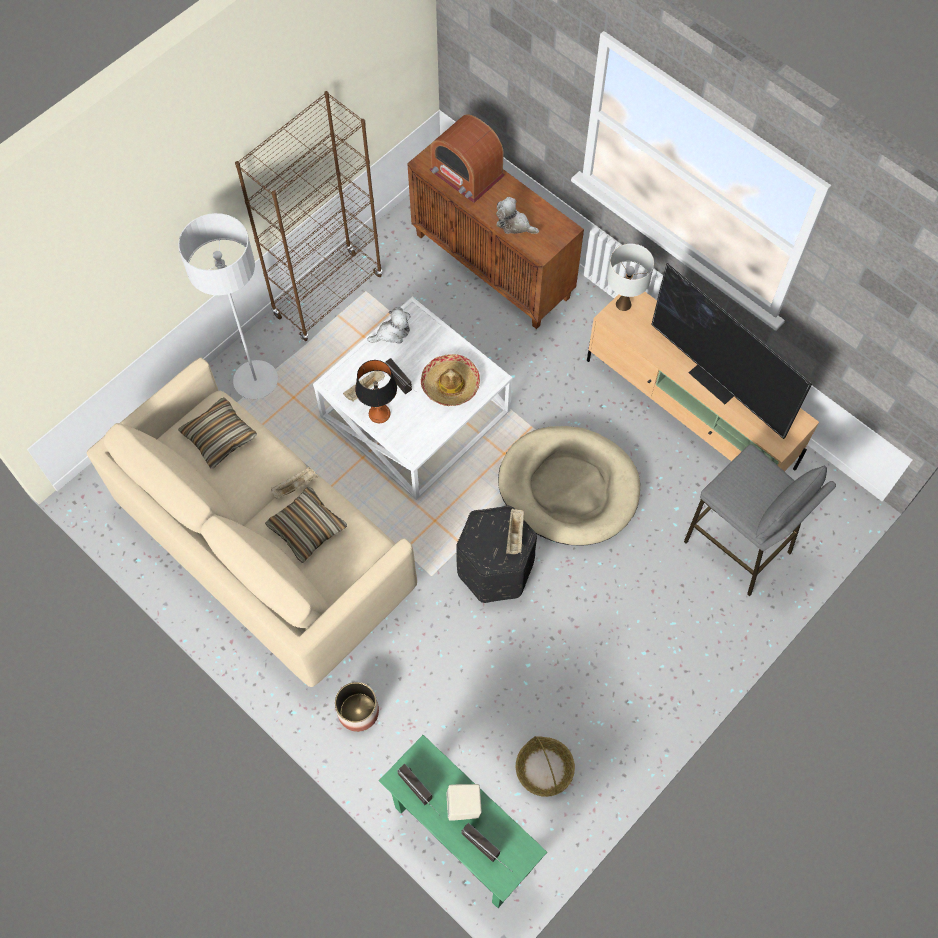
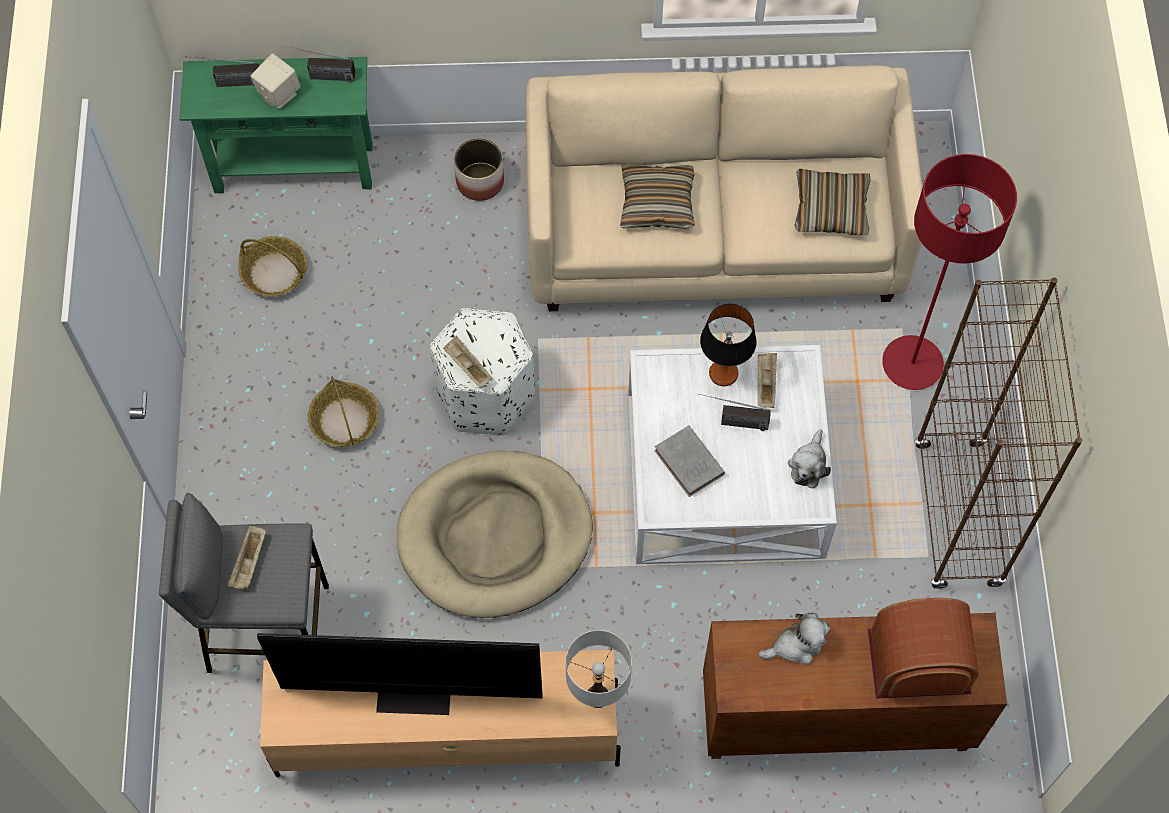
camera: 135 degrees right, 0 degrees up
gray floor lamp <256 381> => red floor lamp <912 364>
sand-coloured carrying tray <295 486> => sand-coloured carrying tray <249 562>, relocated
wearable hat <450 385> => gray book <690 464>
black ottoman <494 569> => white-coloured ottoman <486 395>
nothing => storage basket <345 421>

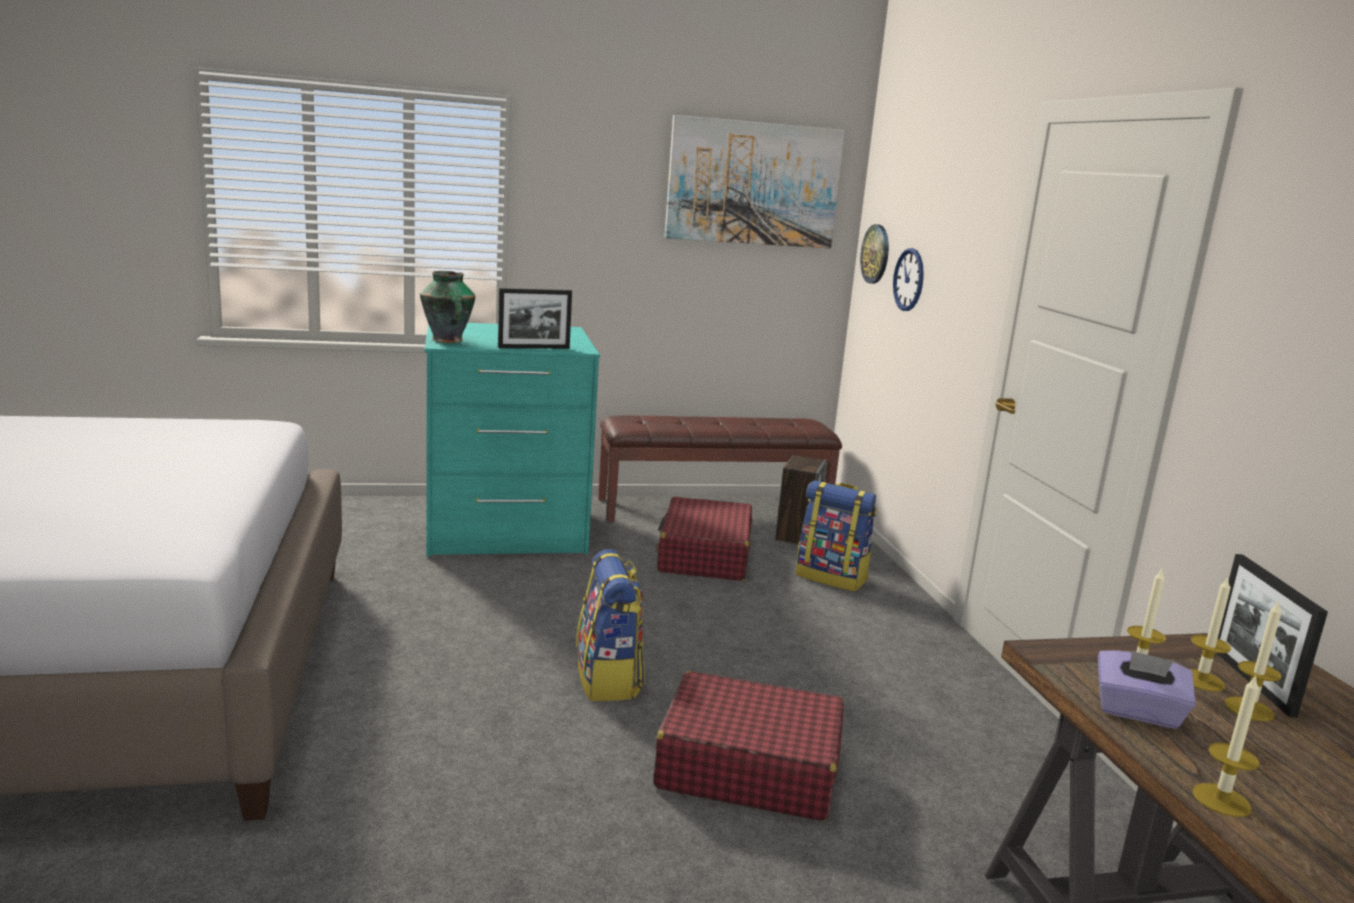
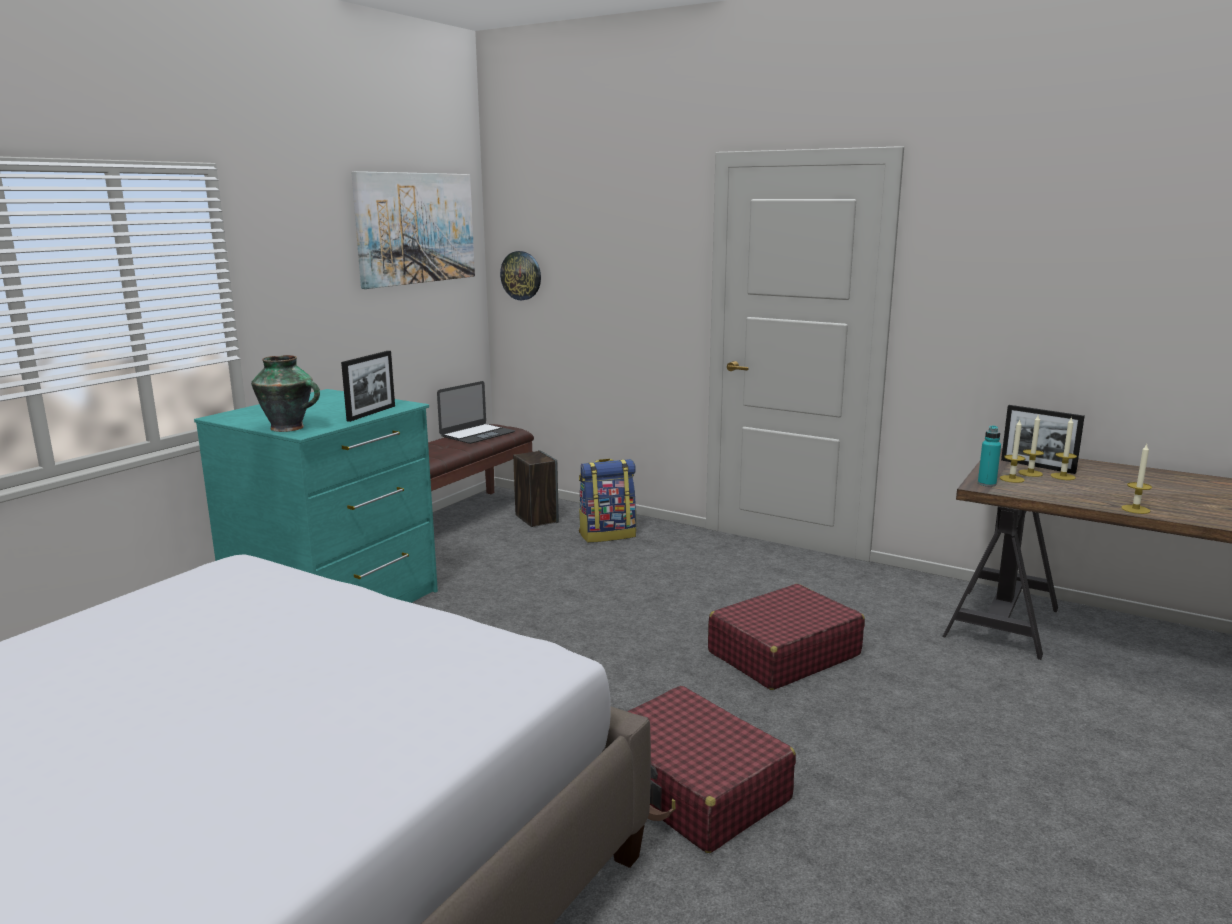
camera: 45 degrees left, 0 degrees up
rucksack <609 679> => nothing
red travel case <704 556> => red travel case <693 788>, relocated
hanging clock <909 279> => nothing
purplish tissue box <1137 712> => nothing
nothing => laptop <477 434>
nothing => turquoise-coloured beverage bottle <986 484>

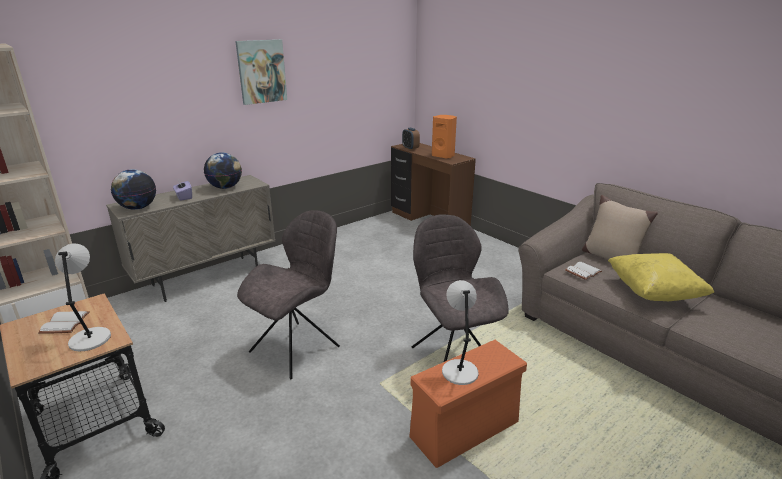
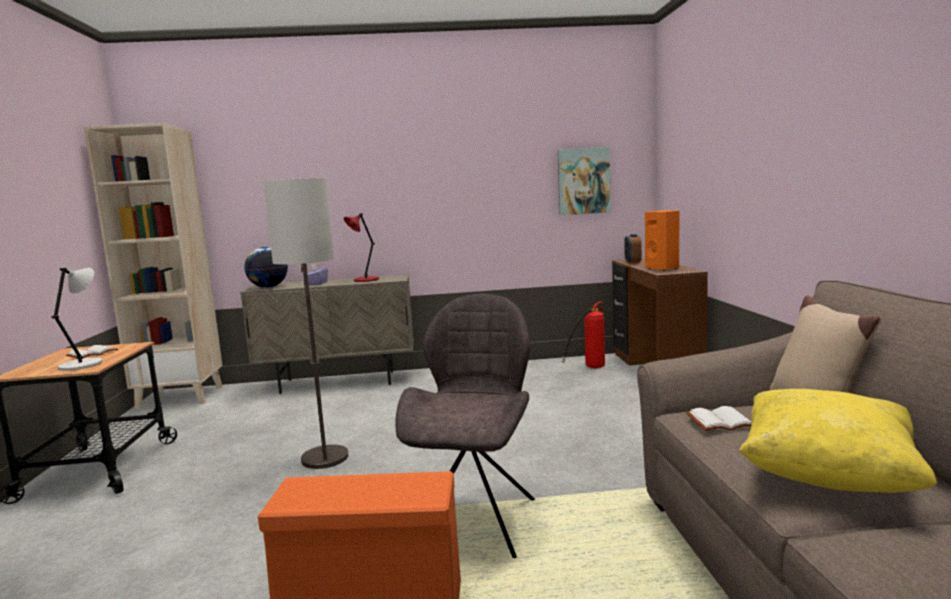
camera: 35 degrees right, 15 degrees down
globe <225 187> => red tabletop lamp <365 280>
picture <261 71> => picture <583 181>, relocated
gray plain chair <297 348> => floor lamp <325 458>
gray tabletop lamp <459 371> => nothing
nothing => extinguisher <588 368>

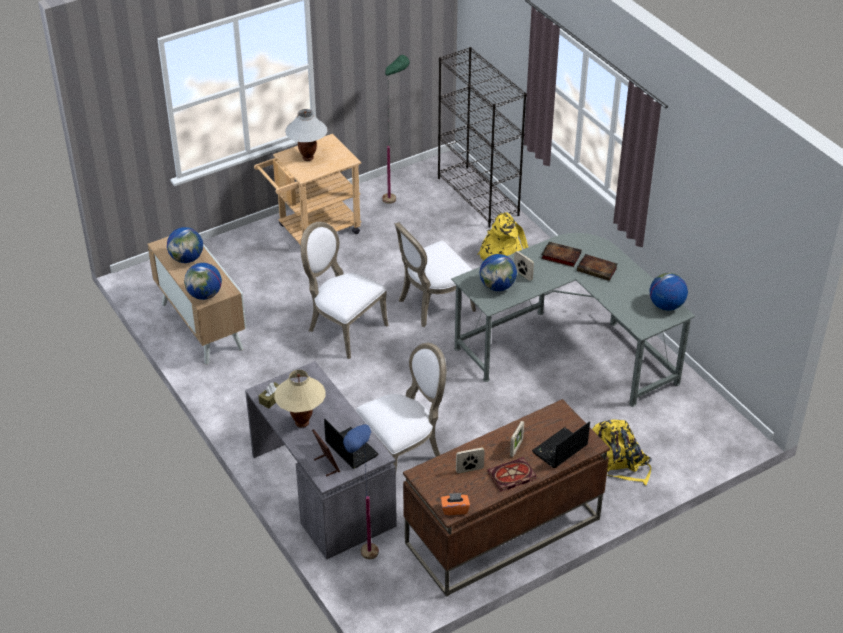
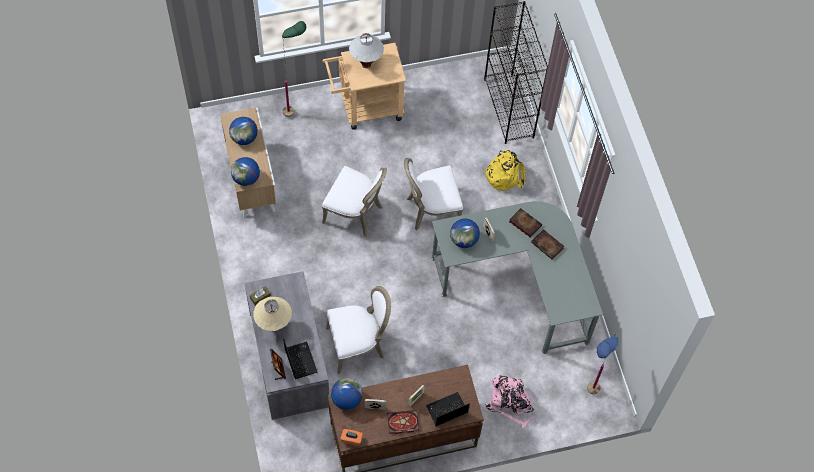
camera: 15 degrees right, 20 degrees up
white-coloured plain chair <343 328> => white-coloured plain chair <355 213>, 150 degrees clockwise
bluish floor lamp <365 567> => bluish floor lamp <587 398>, relocated
greenish floor lamp <396 196> => greenish floor lamp <297 108>, relocated
yellow-coloured rucksack <617 464> => pink-coloured rucksack <510 402>
globe <666 305> => globe <346 399>, relocated

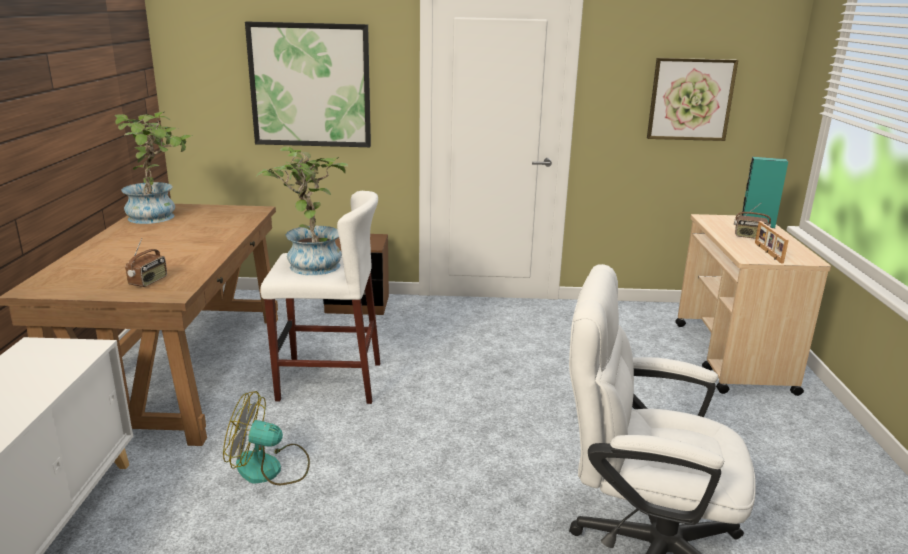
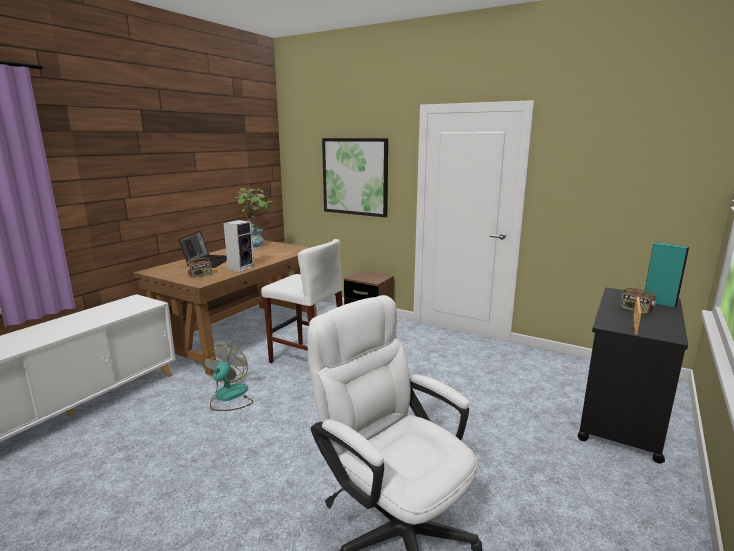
camera: 30 degrees right, 5 degrees down
fan <270 469> => fan <229 397>, 60 degrees clockwise
houseplant <310 263> => nothing
picture <690 99> => nothing
sand-coloured wheeled cart <732 357> => black wheeled cart <621 416>
nothing => laptop <208 261>
nothing => audio speaker <241 268>

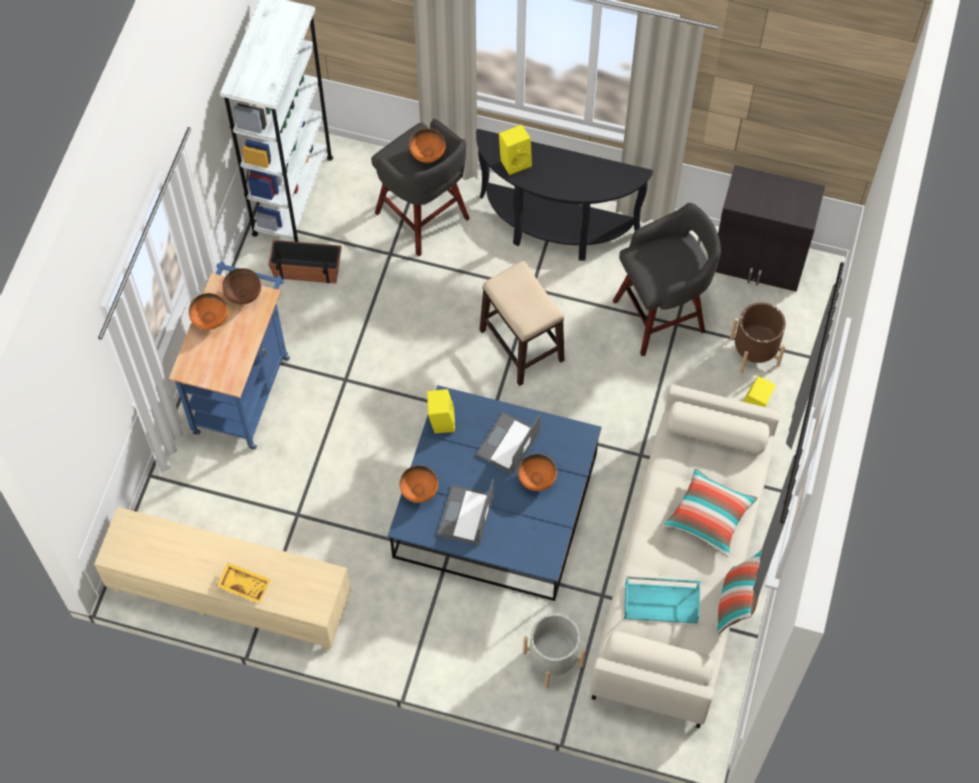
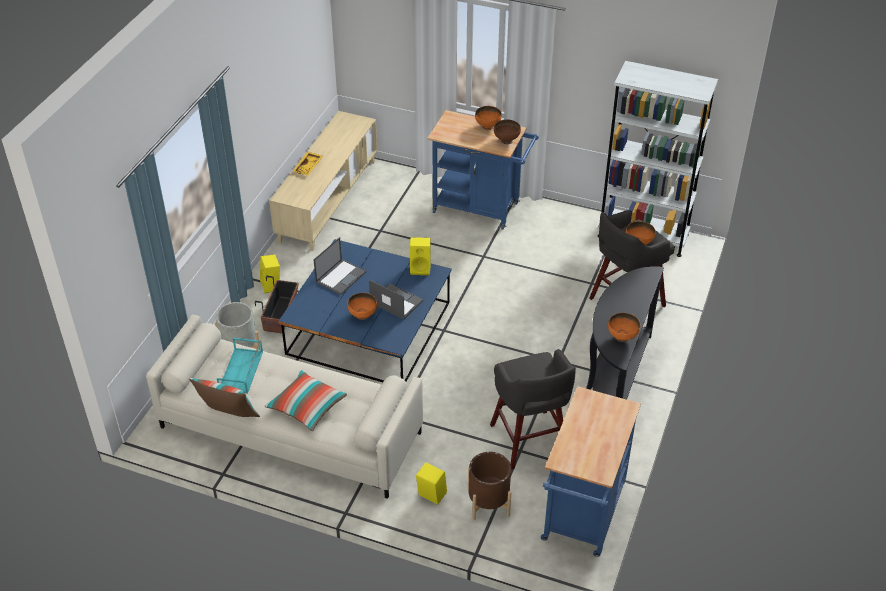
camera: 95 degrees right, 20 degrees down
planter <307 269> => planter <281 315>, relocated
orange serving bowl <419 492> => orange serving bowl <622 337>, relocated
laptop <465 516> => laptop <341 276>, 105 degrees clockwise
stool <522 346> => nothing
yellow-coloured audio speaker <515 161> => yellow-coloured audio speaker <272 286>, relocated
black cabinet <758 263> => bluish wheeled cart <582 517>

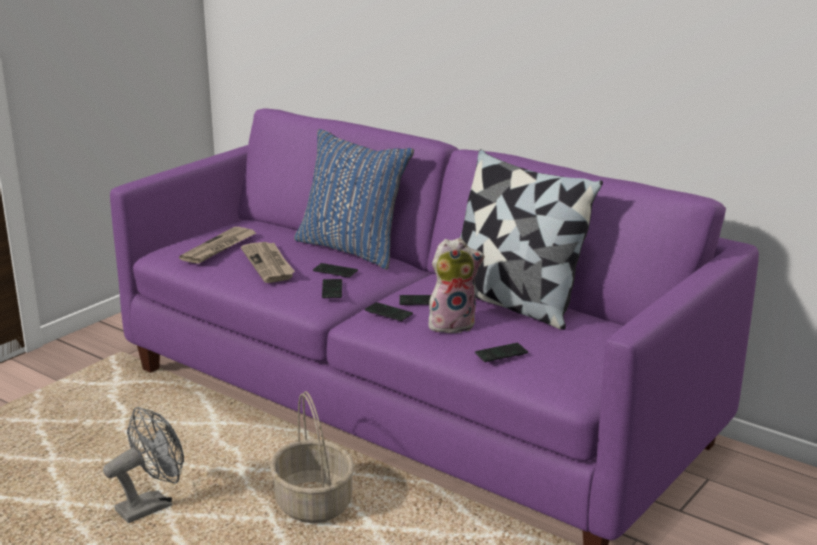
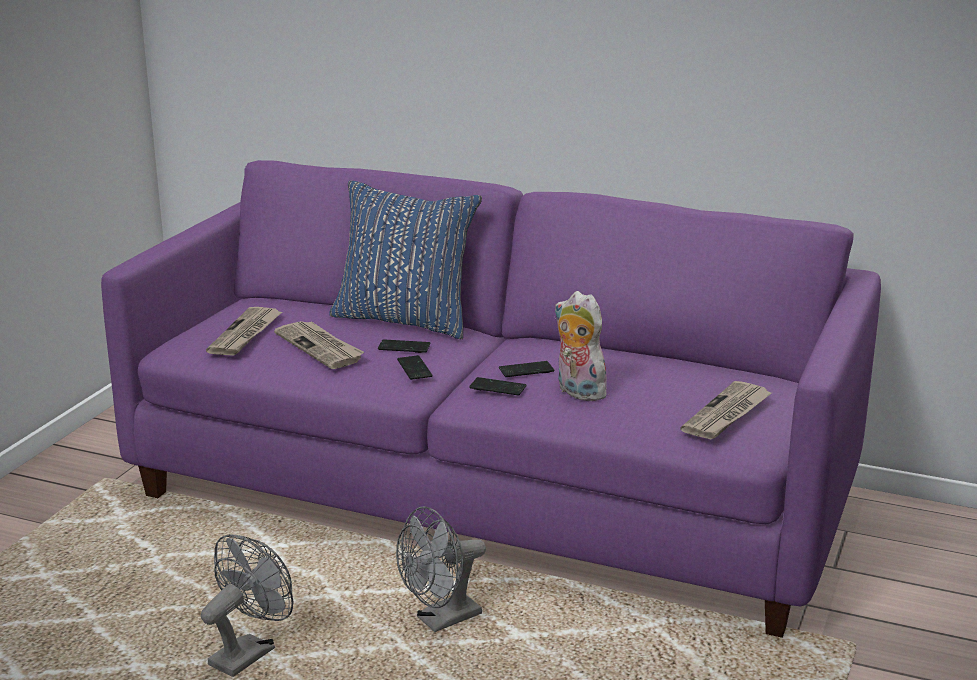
camera: 15 degrees left, 0 degrees up
storage basket <314 504> => gray fan <441 621>
soft toy <452 324> => soft toy <577 392>, 105 degrees counterclockwise
pillow <512 303> => nothing
phone <501 354> => nothing
nothing => newspaper <727 414>

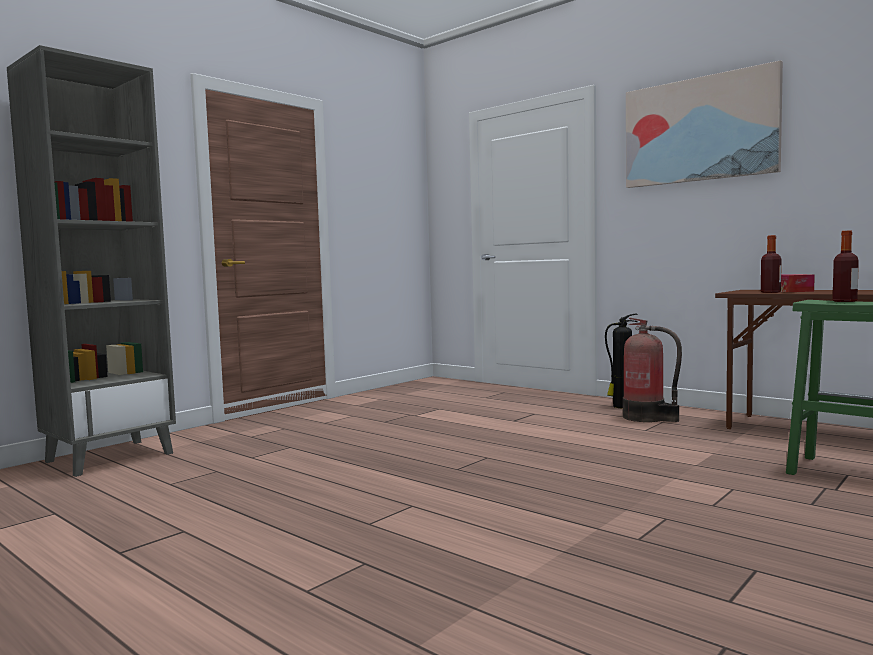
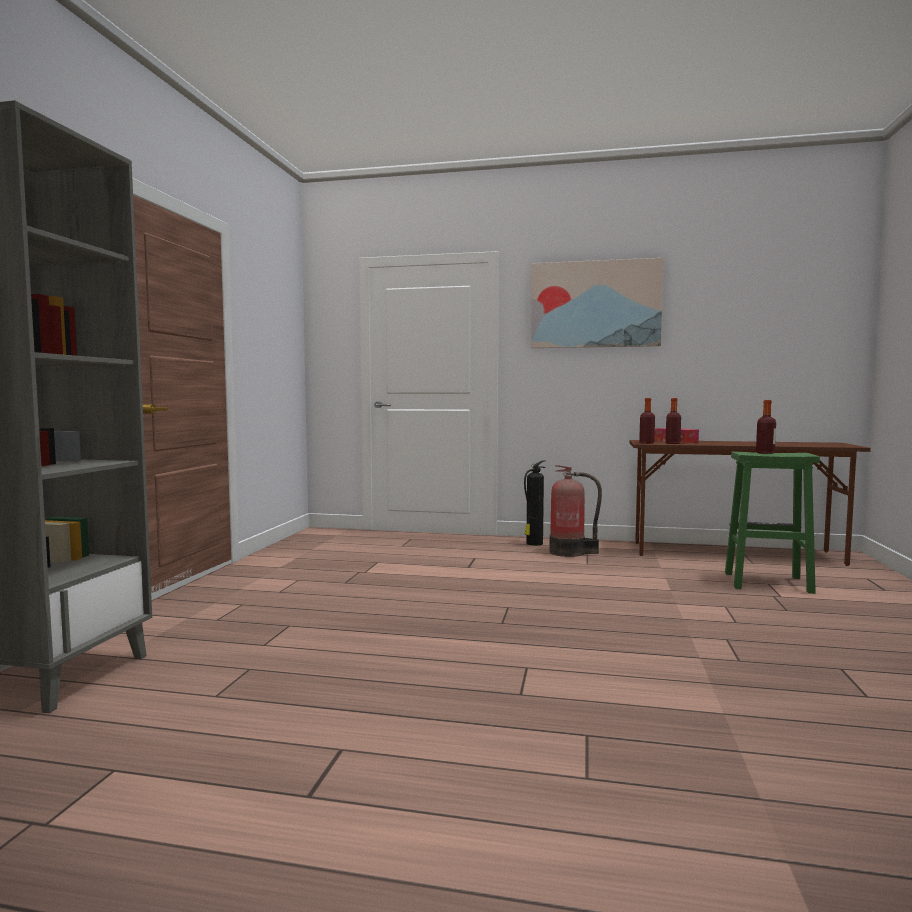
camera: 30 degrees left, 0 degrees up
nothing => beverage bottle <646 443>

